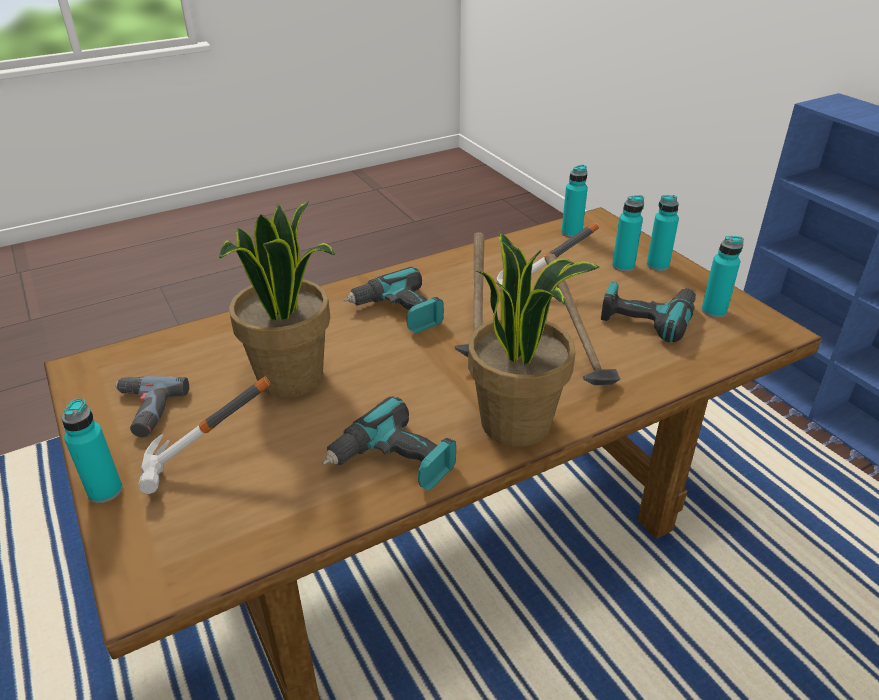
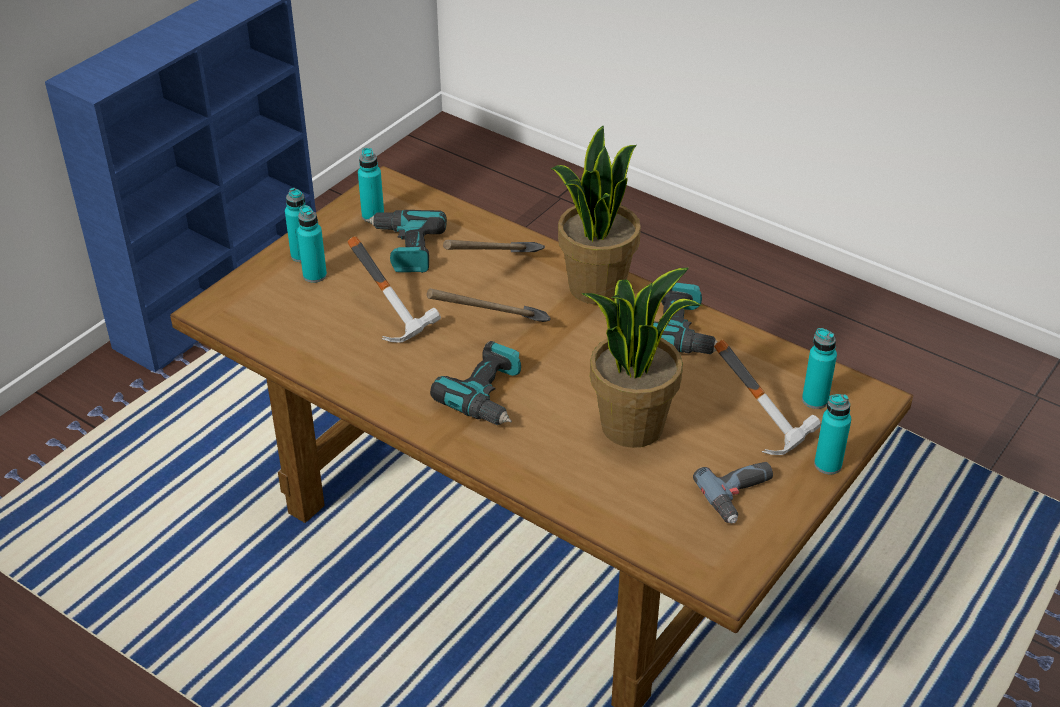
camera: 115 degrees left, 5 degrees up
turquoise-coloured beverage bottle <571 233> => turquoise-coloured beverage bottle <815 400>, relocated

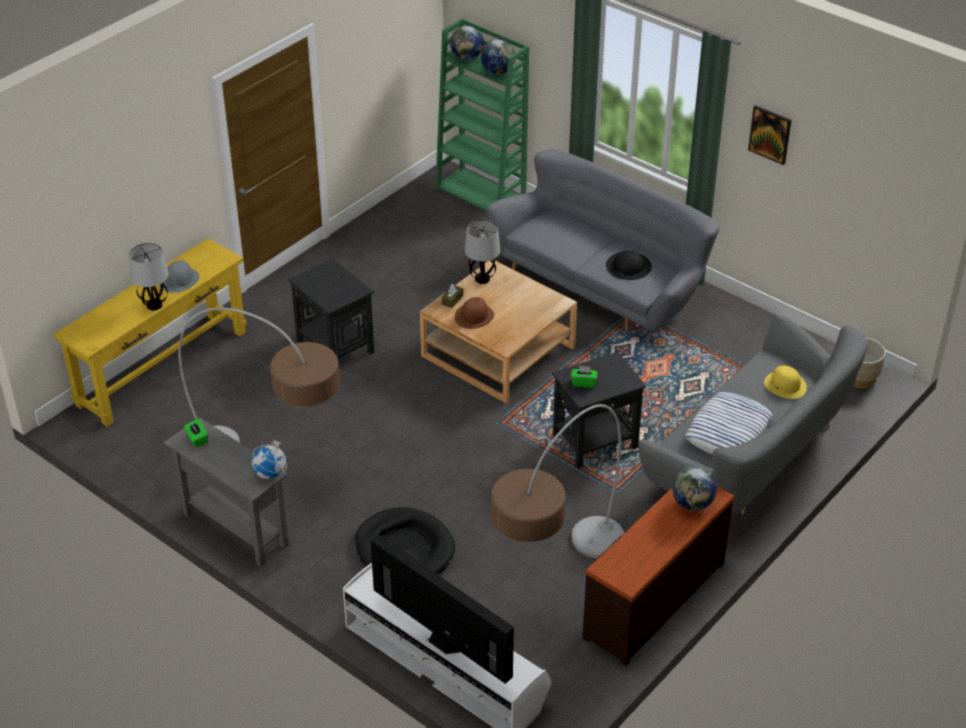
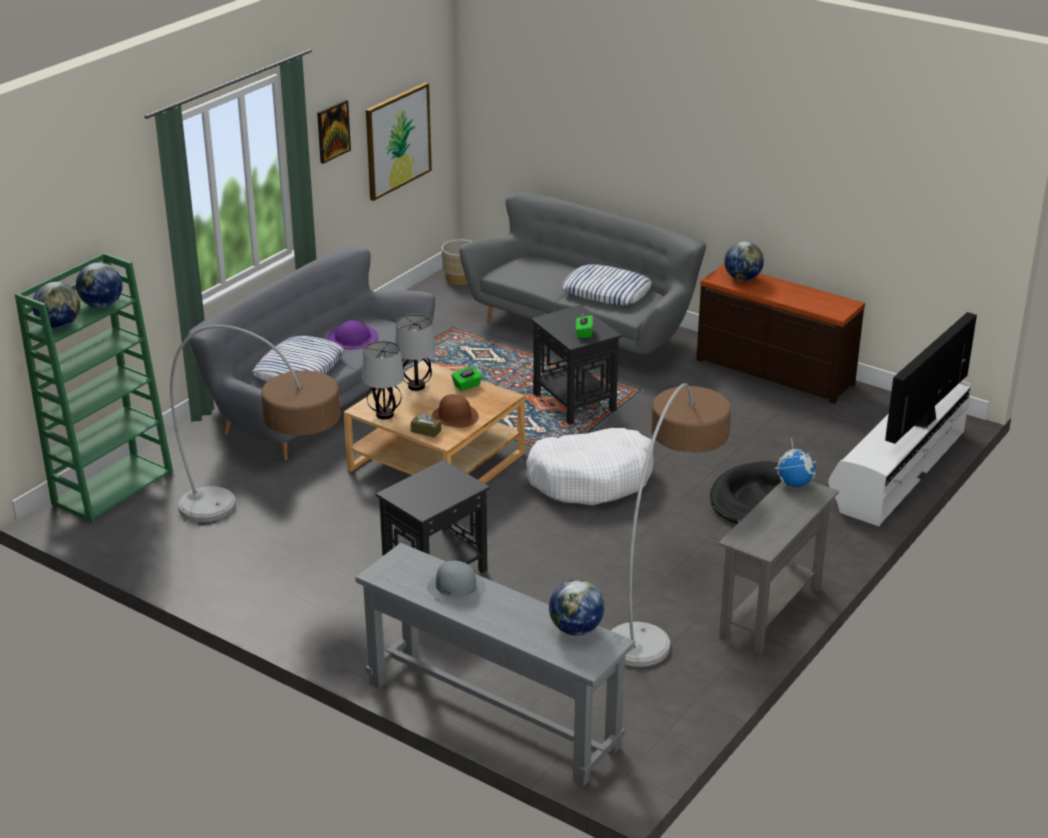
camera: 95 degrees left, 10 degrees down
yellow-coloured narrow table <163 368> => gray narrow table <492 714>
tabletop lamp <155 305> => tabletop lamp <416 386>, relocated
greenish tissue box <197 439> => greenish tissue box <467 386>, relocated
floor lamp <556 583> => floor lamp <268 530>, relocated
black wearable hat <628 265> => purplish wearable hat <352 337>
yellow-coloured wearable hat <785 385> => nothing
nothing => pillow <299 368>
nothing => picture <397 140>
nothing => white-coloured dog cushion <591 479>
nothing => globe <575 629>

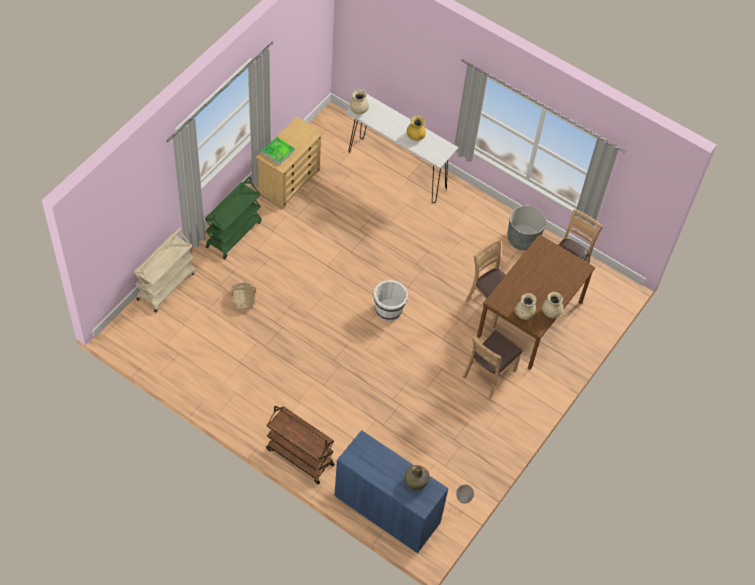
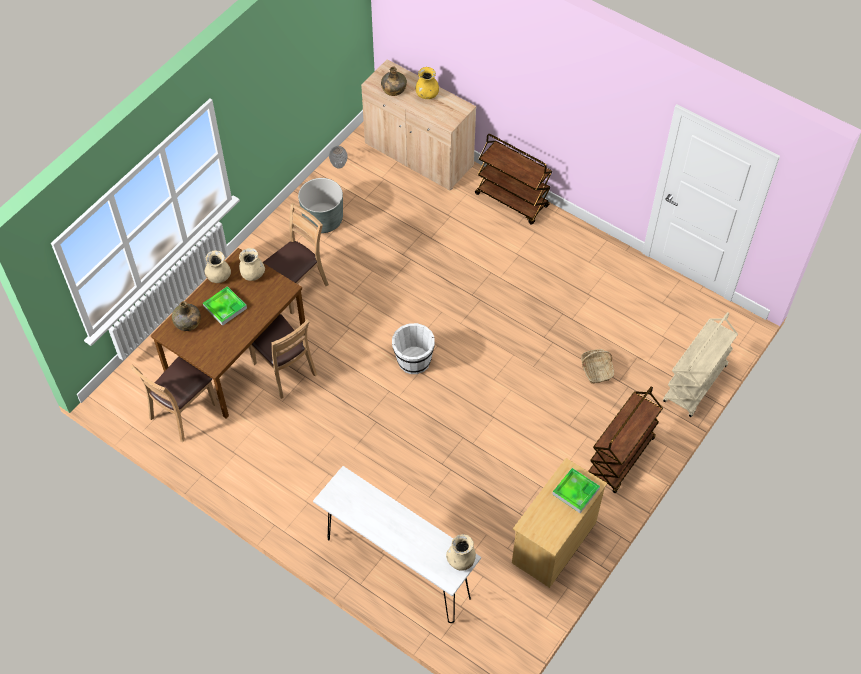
camera: 175 degrees left, 0 degrees up
greenish wheeled cart <234 233> => brown-coloured wheeled cart <621 458>
bluish cabinet <387 509> => sand-coloured cabinet <418 155>
yellow-coloured flower vase <415 136> => yellow-coloured flower vase <427 94>, relocated
gray planter <523 238> => gray planter <323 219>, relocated
nothing => greenish beverage bottle <187 322>
nothing => carrying tray <225 307>

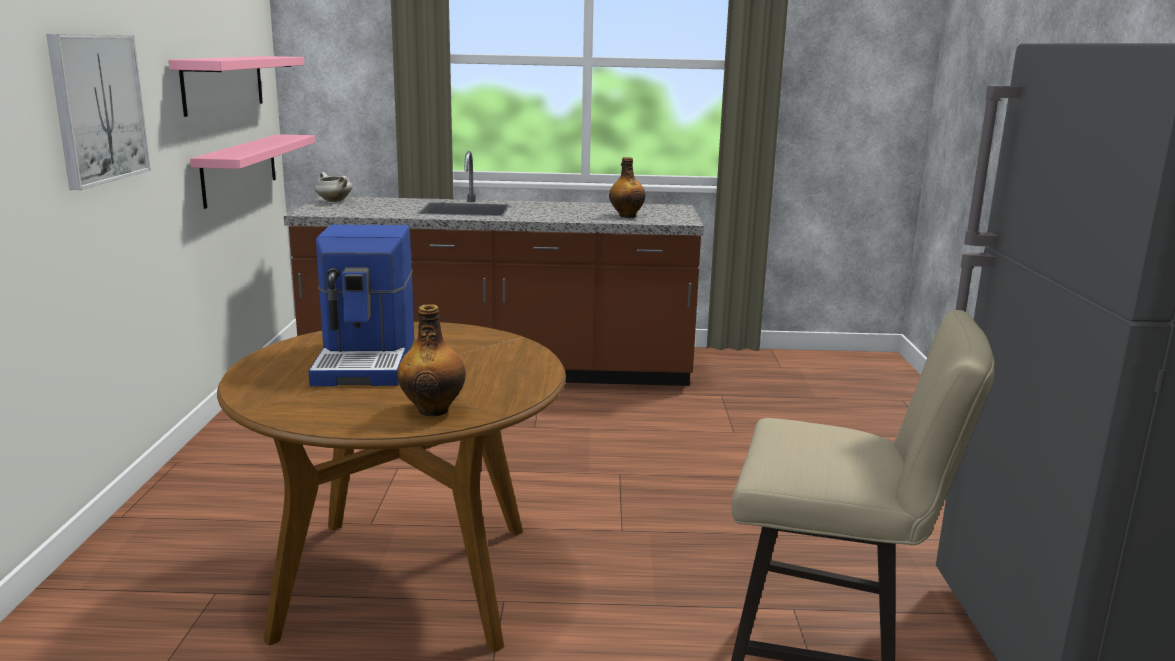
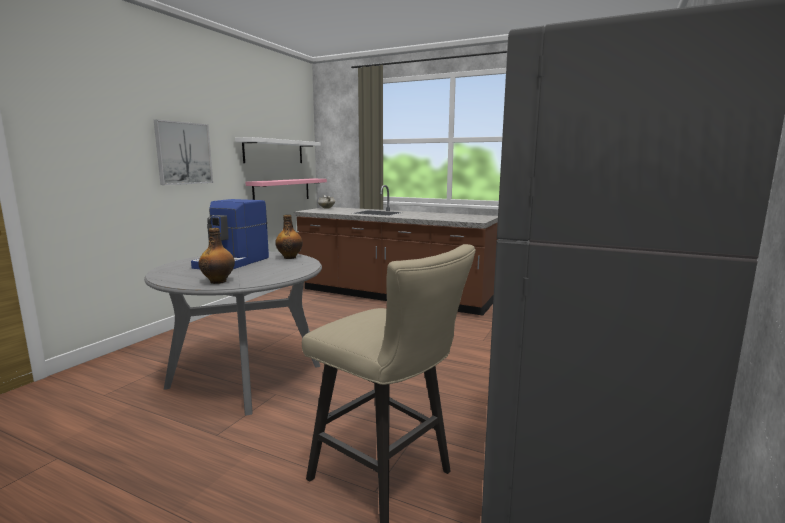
camera: 25 degrees right, 5 degrees down
pink-coloured wall shelf <224 83> => white-coloured wall shelf <274 151>
brown-coloured dinner table <406 580> => gray dinner table <246 376>
beverage bottle <626 216> => beverage bottle <290 257>, relocated

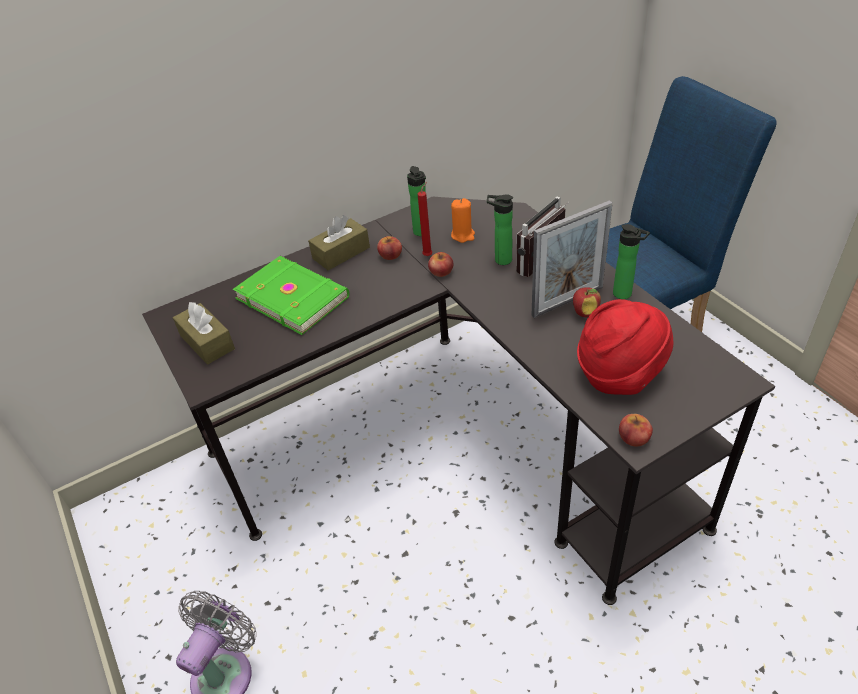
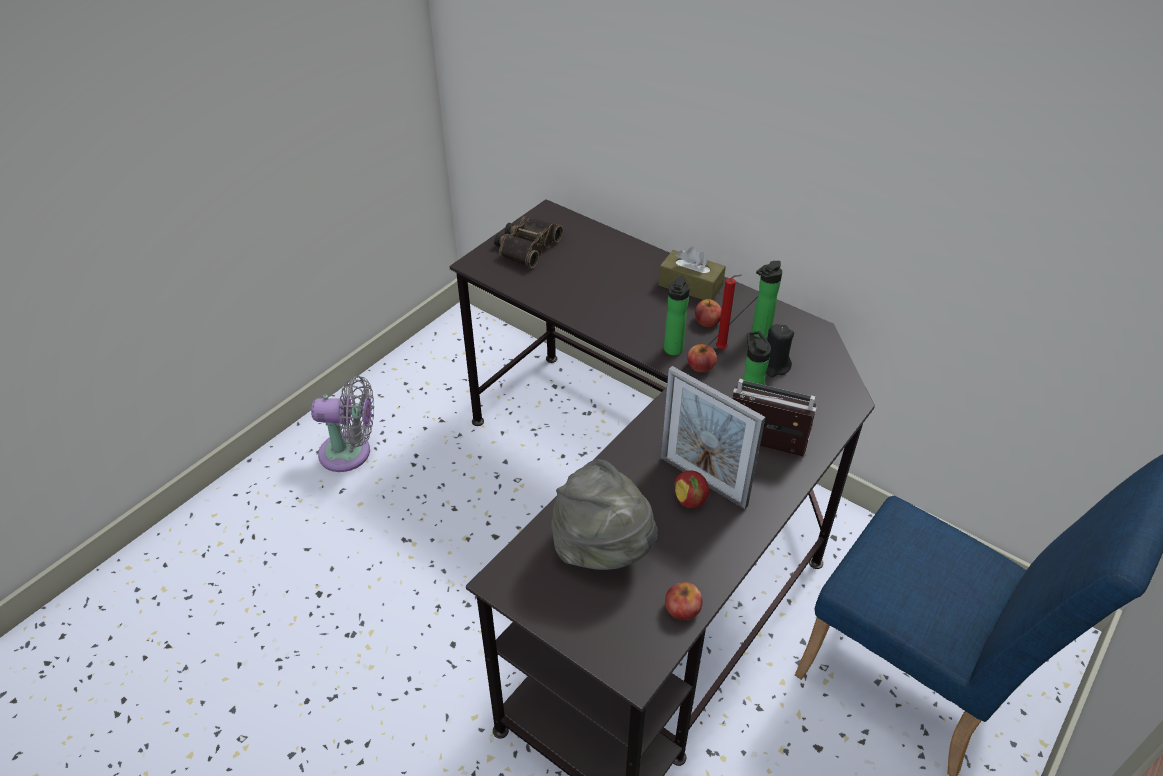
camera: 65 degrees right, 0 degrees up
brown-coloured tissue box <207 342> => binoculars <526 247>
greenish book <293 296> => nothing
orange wax candle <463 235> => black wax candle <774 366>
red wearable hat <620 373> => gray wearable hat <603 549>
beverage bottle <625 294> => beverage bottle <672 351>, relocated
whole apple <634 437> => whole apple <682 608>, relocated

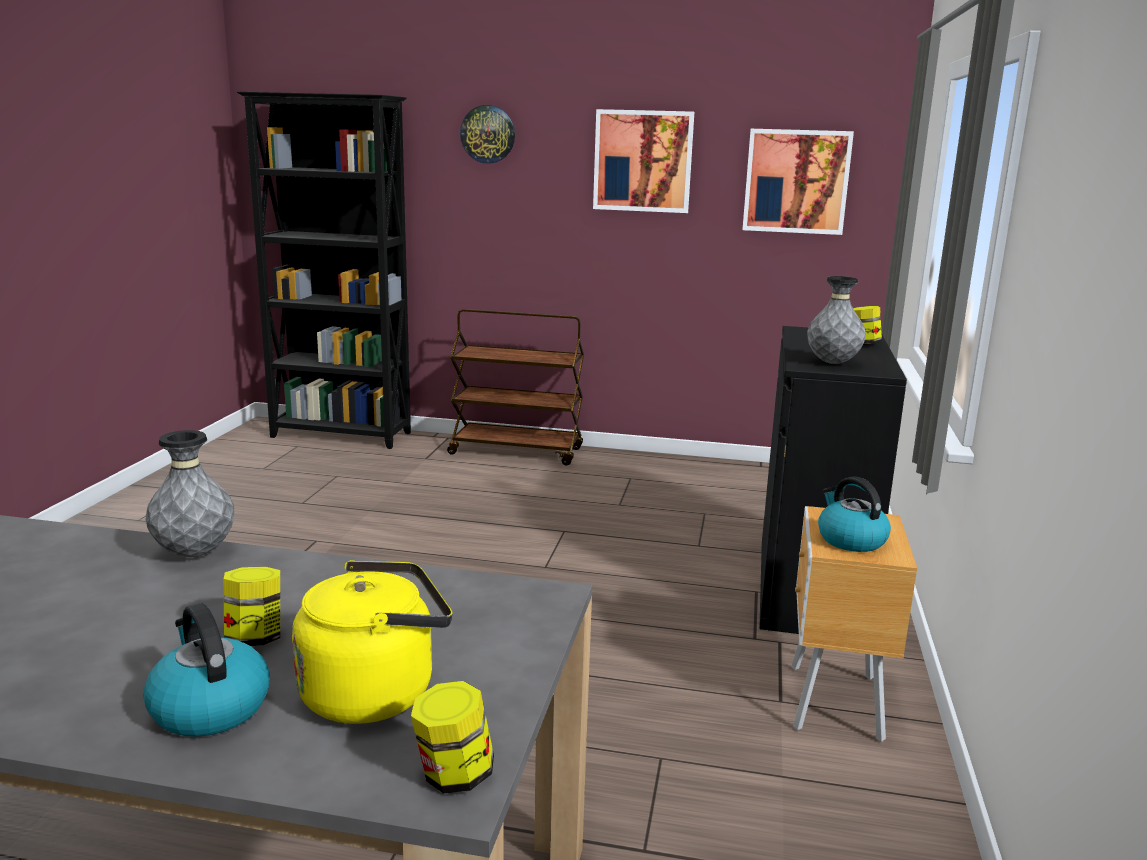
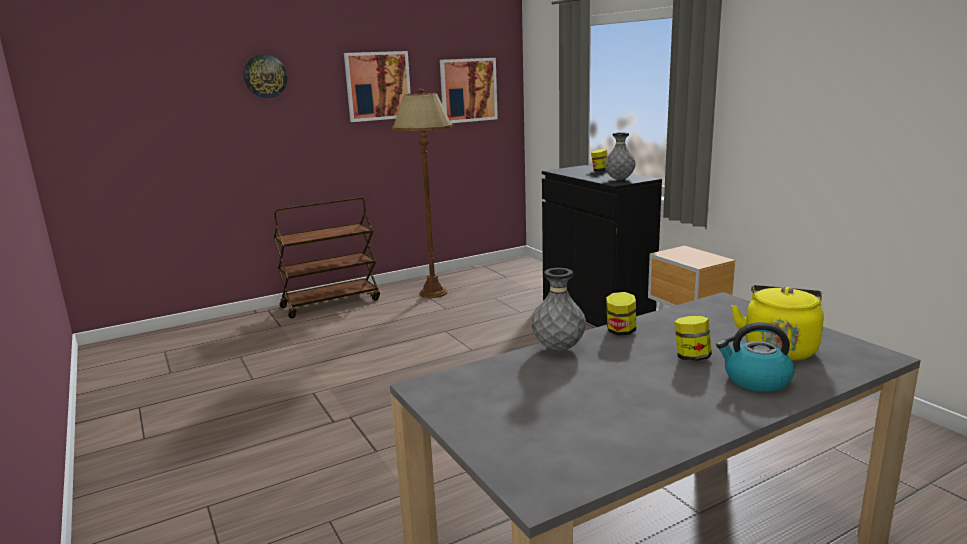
camera: 40 degrees left, 0 degrees up
black shelving unit <341 435> => nothing
jar <454 776> => jar <620 331>, relocated
kettle <850 540> => nothing
nothing => brown-coloured floor lamp <432 293>

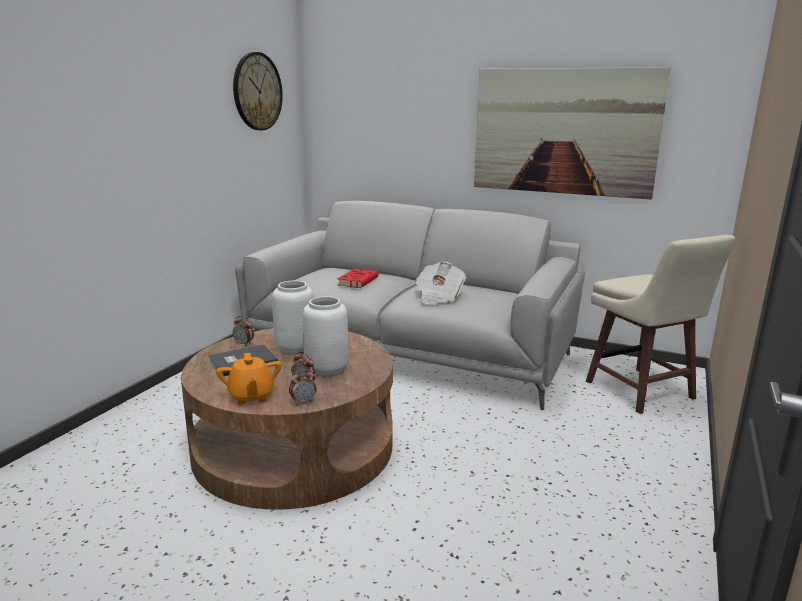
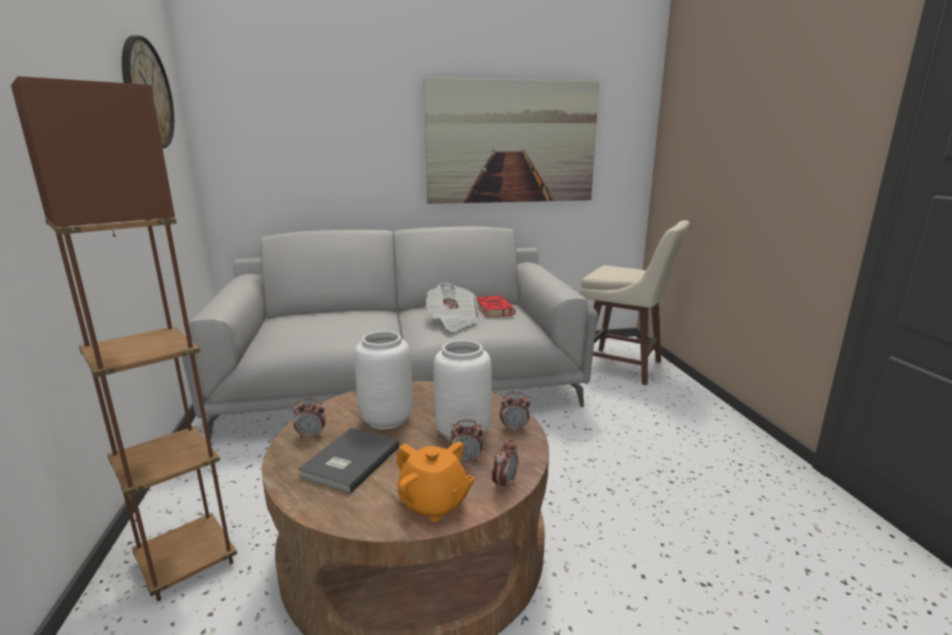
camera: 35 degrees left, 0 degrees up
red book <358 281> => red book <493 309>, relocated
nothing => brown-coloured floor lamp <187 561>
nothing => alarm clock <514 428>

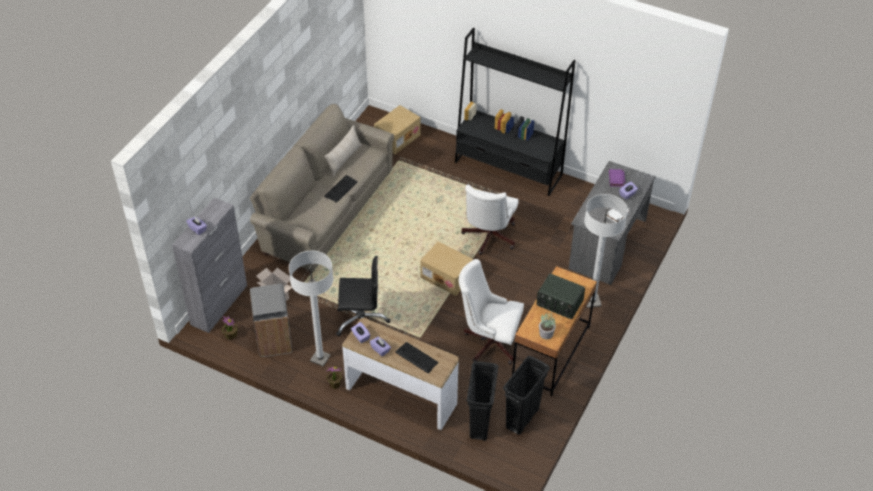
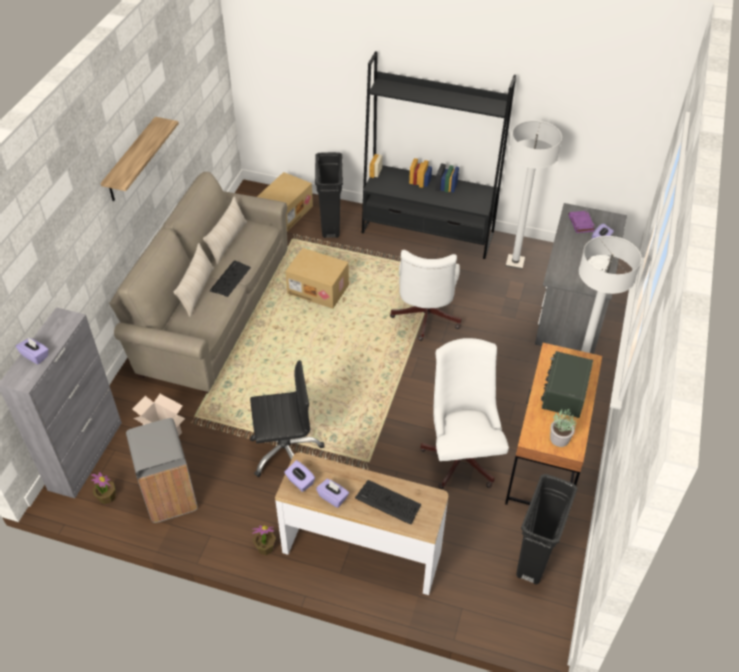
camera: 10 degrees left, 0 degrees up
white-coloured floor lamp <320 358> => white-coloured floor lamp <515 262>, relocated
cardboard box <447 277> => cardboard box <319 289>, relocated
white-coloured office chair <489 341> => white-coloured office chair <461 454>, 75 degrees clockwise
black waste bin <480 423> => black waste bin <331 225>, relocated
radio set <559 304> => radio set <563 393>, 90 degrees clockwise
nothing => wall shelf <131 161>
nothing => sand-coloured pillow <197 291>

